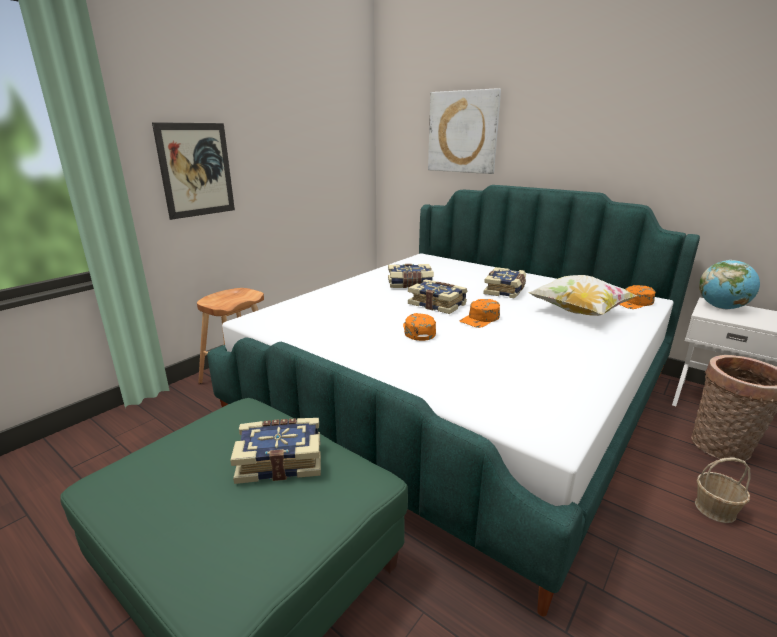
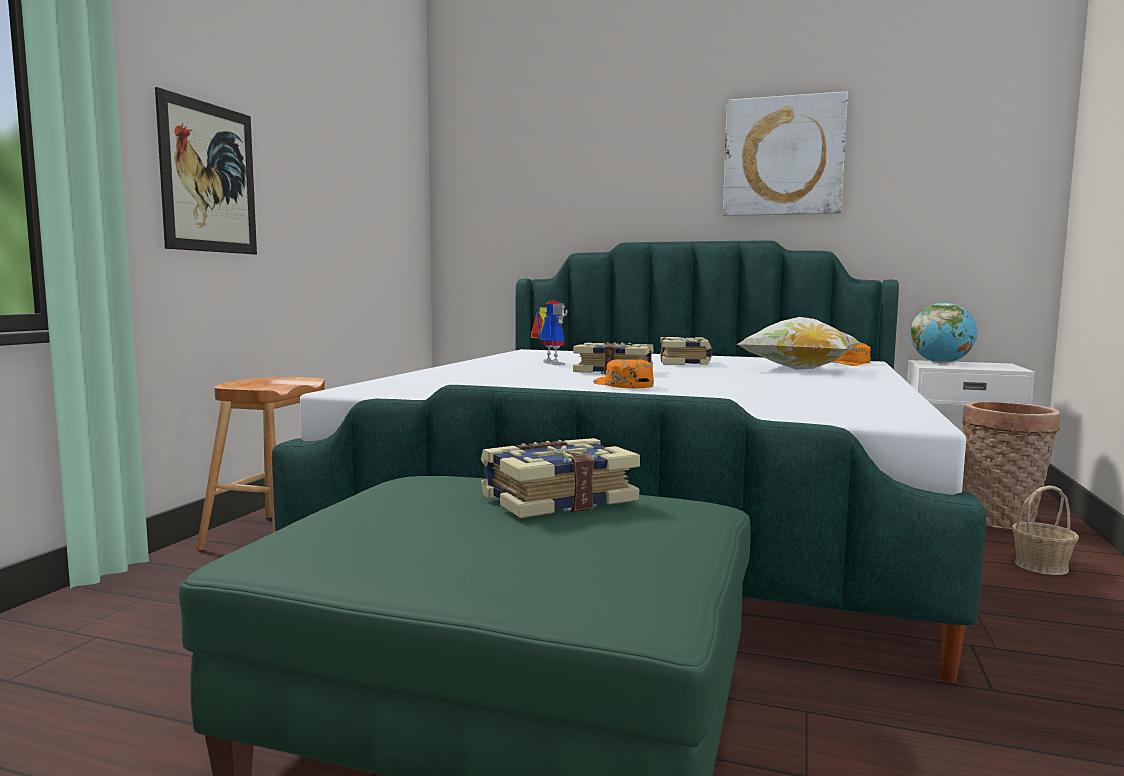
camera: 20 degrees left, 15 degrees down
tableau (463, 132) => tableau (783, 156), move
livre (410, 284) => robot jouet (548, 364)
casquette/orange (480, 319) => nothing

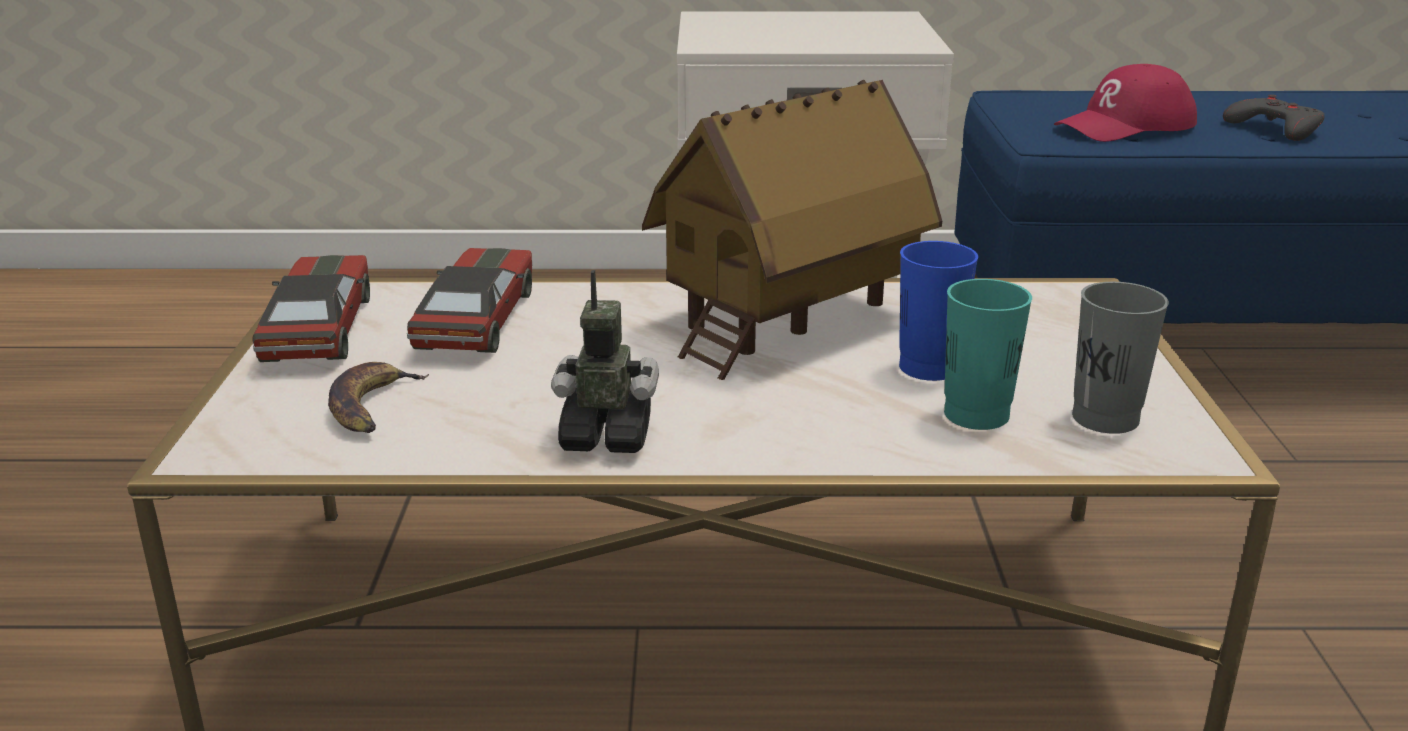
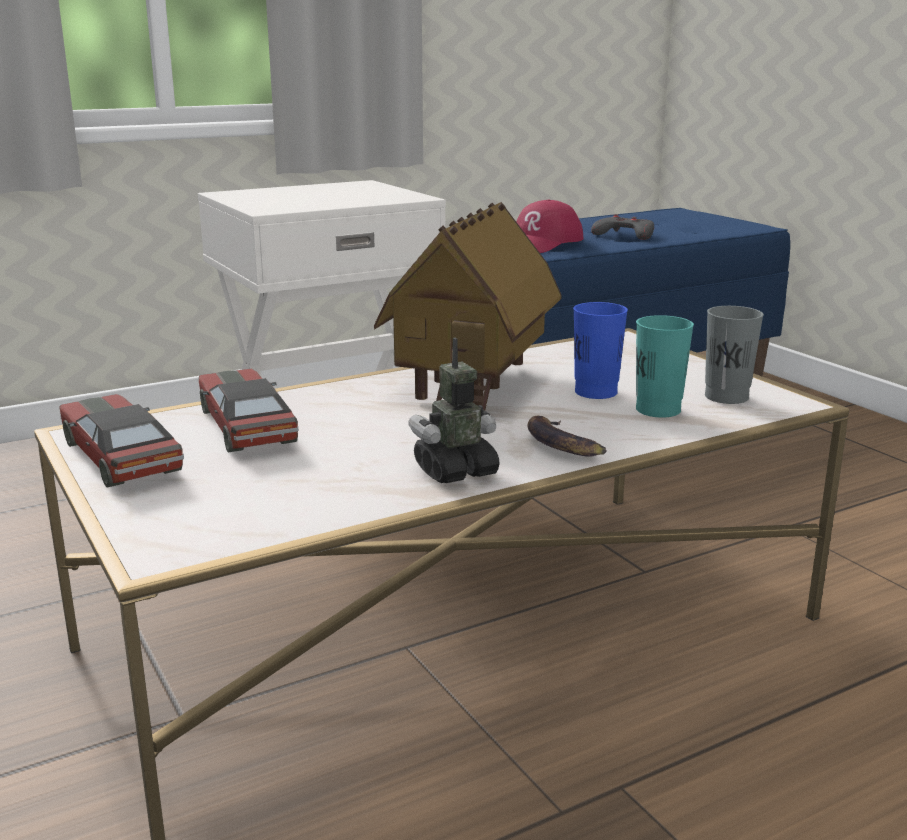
camera: 30 degrees left, 5 degrees down
banane (373, 406) => banane (563, 444), move

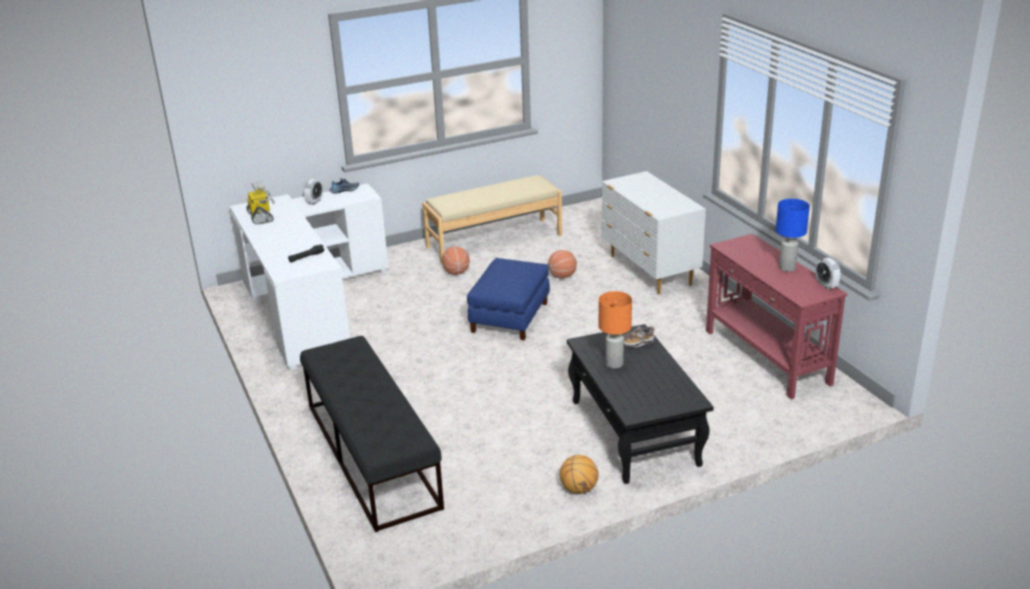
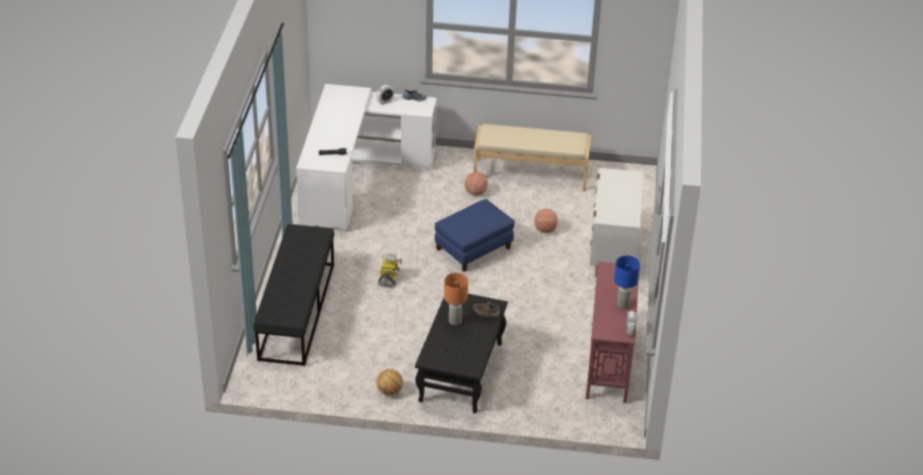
camera: 30 degrees right, 10 degrees up
robot jouet (261, 217) => robot jouet (389, 278), move

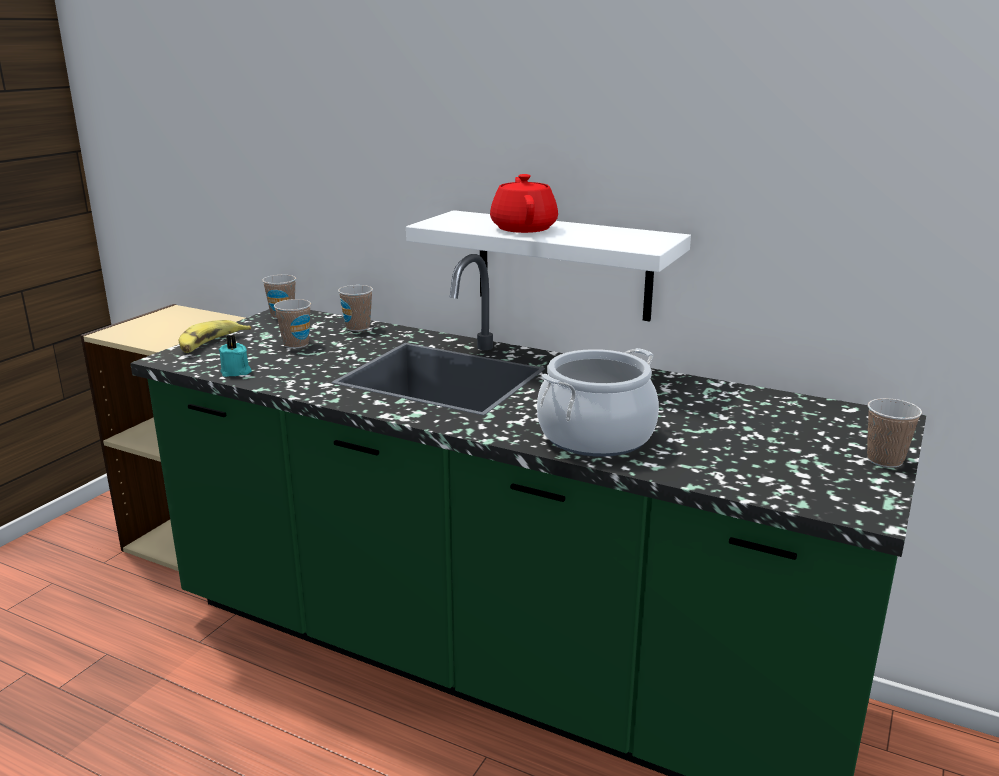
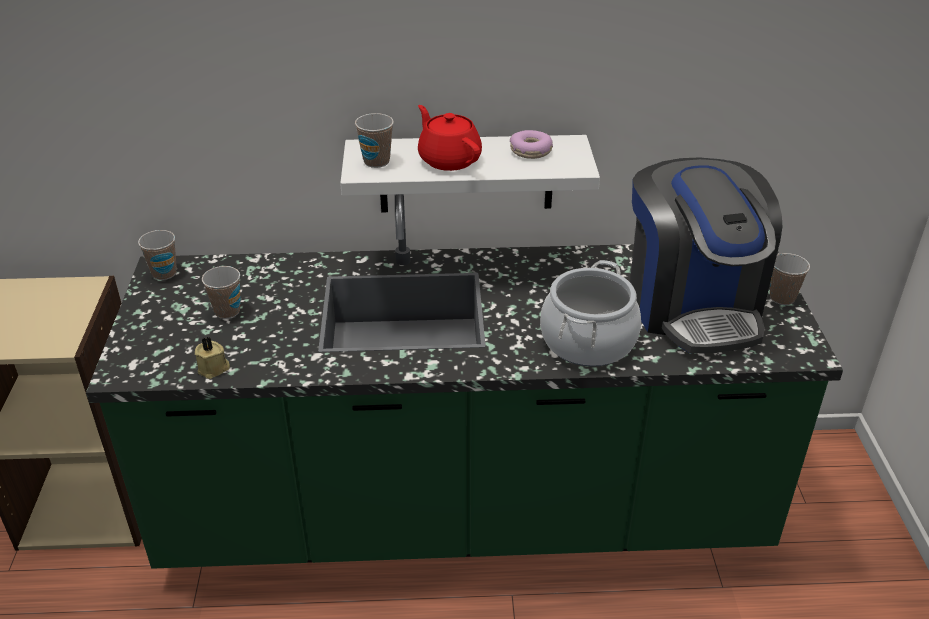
camera: 30 degrees left, 15 degrees up
tasse (358, 327) => tasse (376, 161), move
banane (211, 344) => nothing
bougie/turquoise (236, 372) => bougie/beige (214, 369)
nothing => beignet (531, 151)
nothing => machine à café (693, 305)

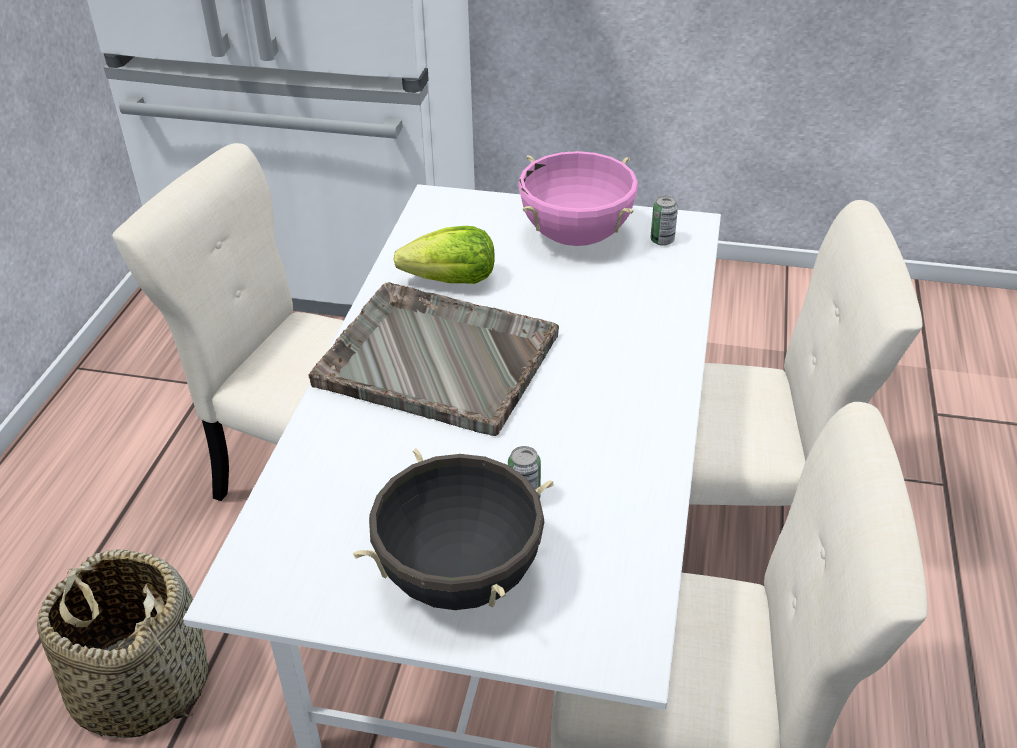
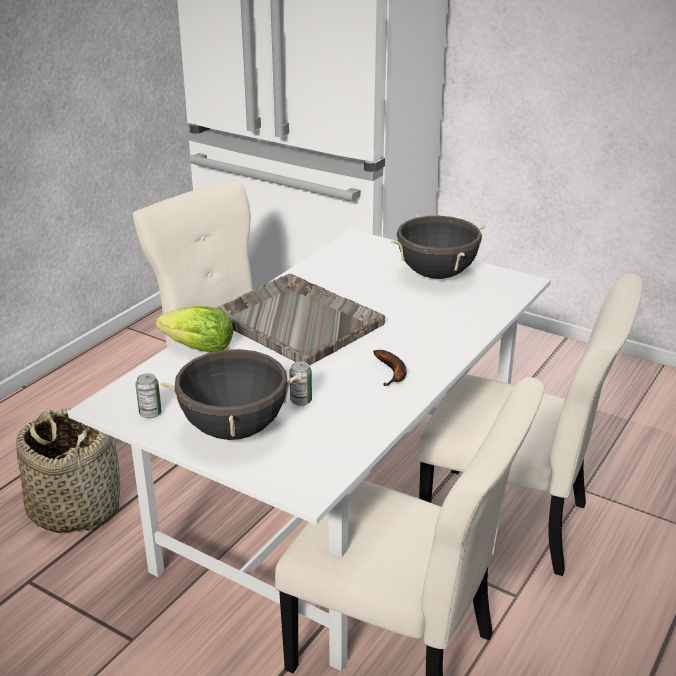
camera: 20 degrees right, 10 degrees down
marmite/rose (575, 236) => marmite/noir (436, 274)
boîte métallique (662, 240) => boîte métallique (150, 413), move
laitue (452, 281) => laitue (199, 349), move
nothing => banane (392, 372)

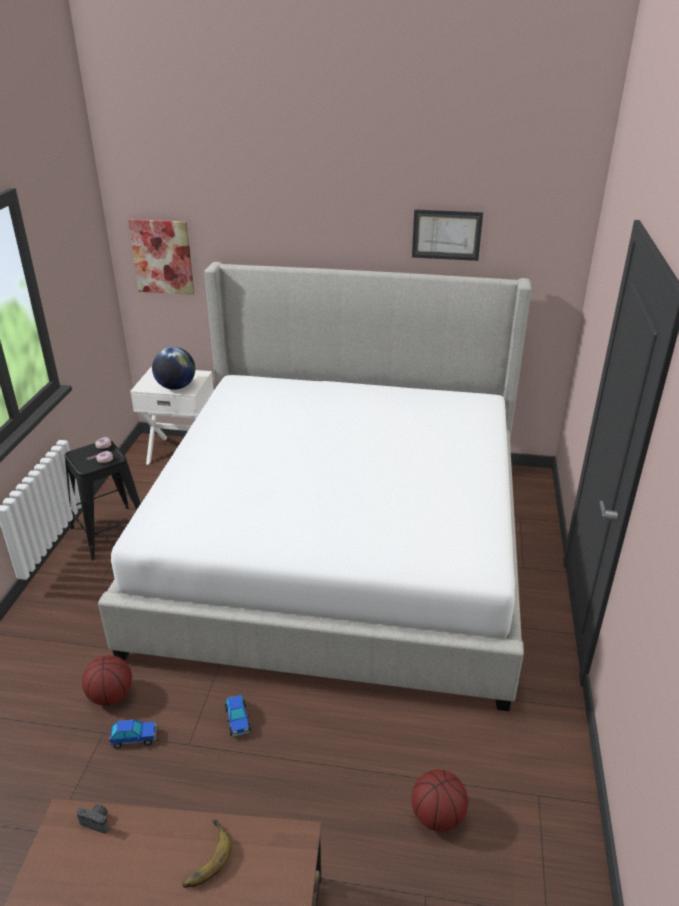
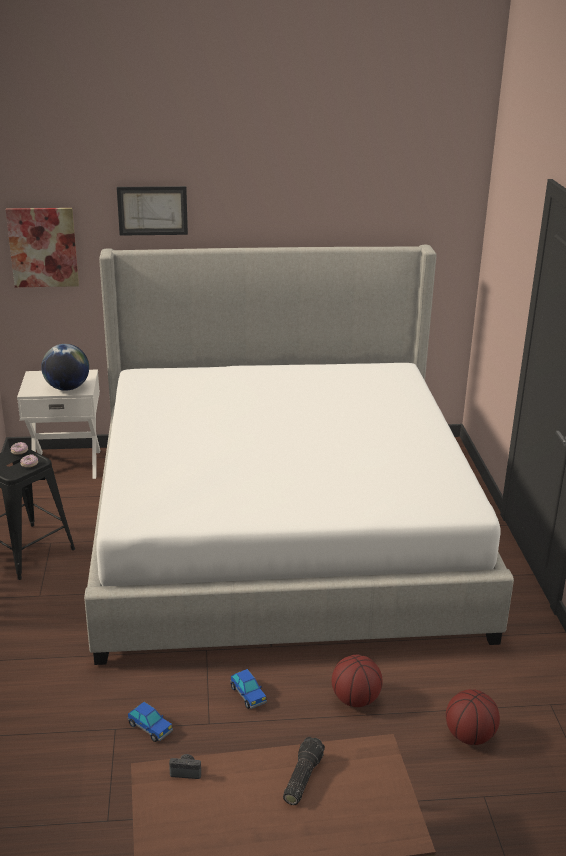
camera: 15 degrees left, 5 degrees down
tableau (446, 235) => tableau (152, 210), move
ballon de basket (111, 695) => ballon de basket (355, 699), move
petite voiture (134, 738) => petite voiture (150, 728), 60 degrees clockwise
banane (203, 857) => lampe de poche (301, 778)

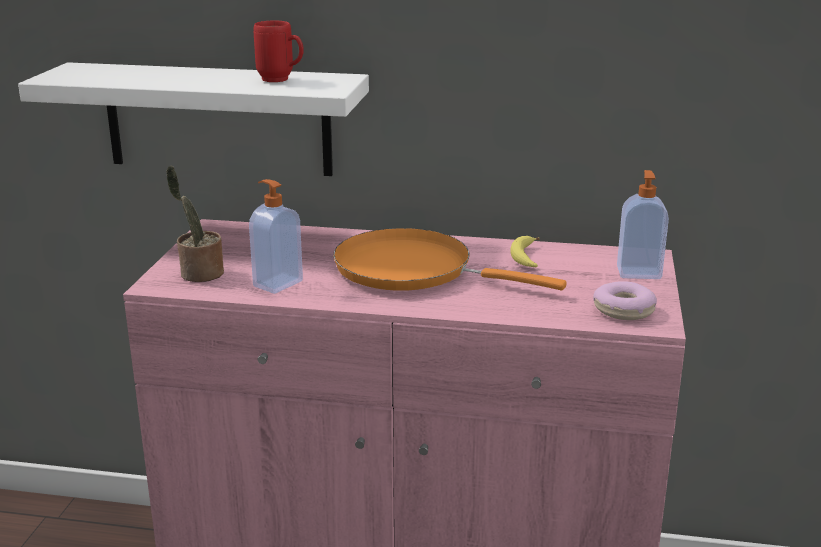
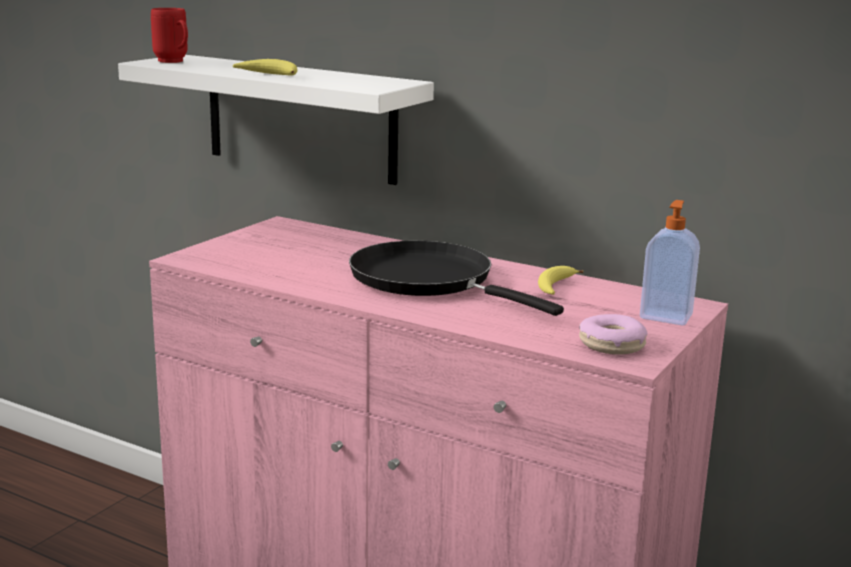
camera: 20 degrees right, 5 degrees down
mug/rouge (281, 80) => mug/rouge (174, 62), move
plante en pot (199, 274) => nothing
distributeur de savon (277, 283) => nothing
poêle/orange (413, 270) => poêle/noir (429, 280)
nothing => banane (269, 75)

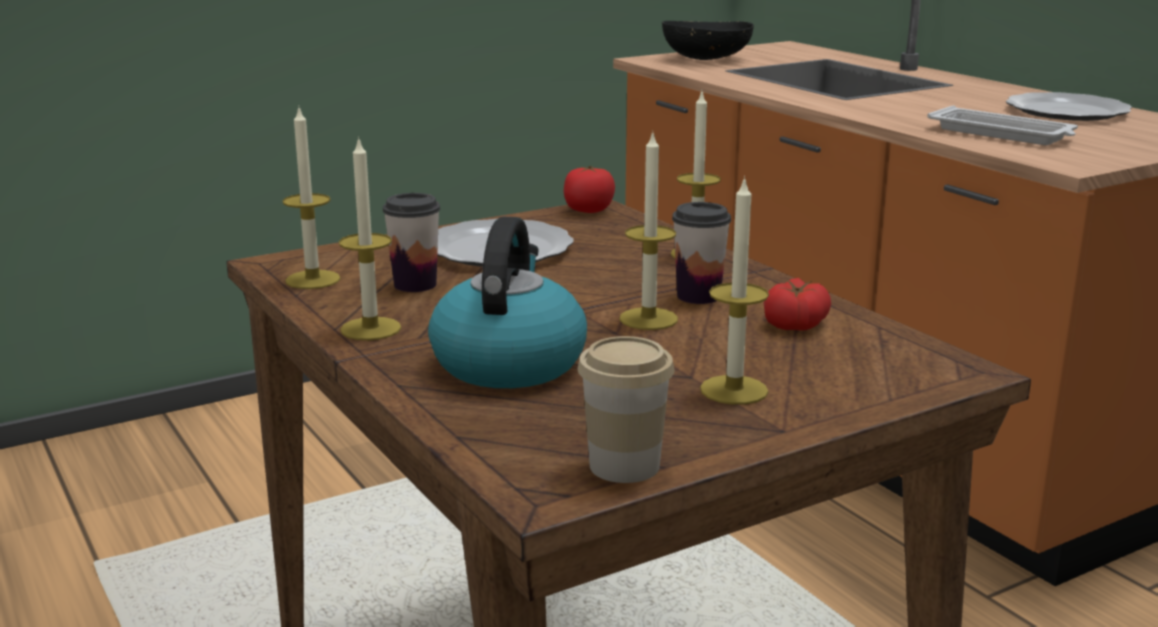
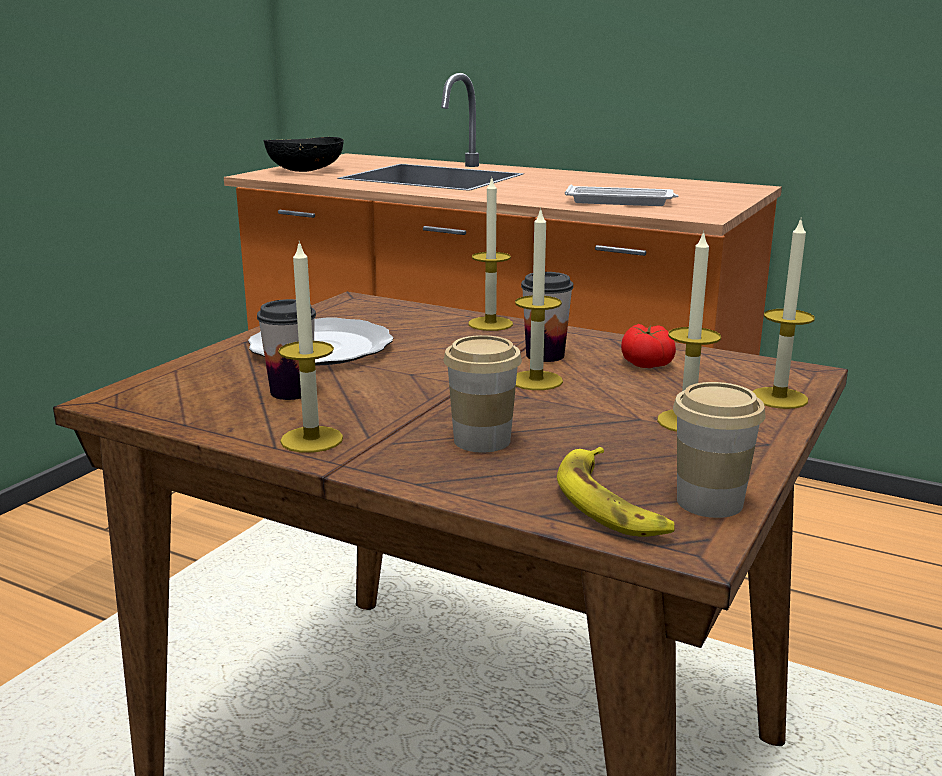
camera: 30 degrees left, 0 degrees up
assiette (1065, 111) => nothing
bougie (313, 280) => bougie (779, 398), move
tomate (588, 210) => nothing
bouilloire (508, 362) => tasse (482, 440)
nothing => banane (610, 503)

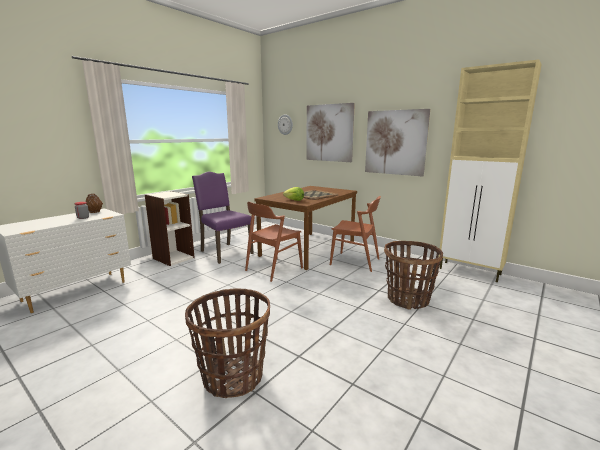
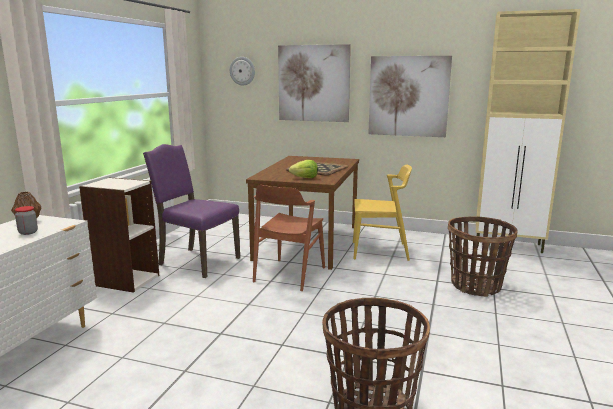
camera: 20 degrees left, 0 degrees up
chaise/marron (355, 262) => chaise/jaune (380, 251)

